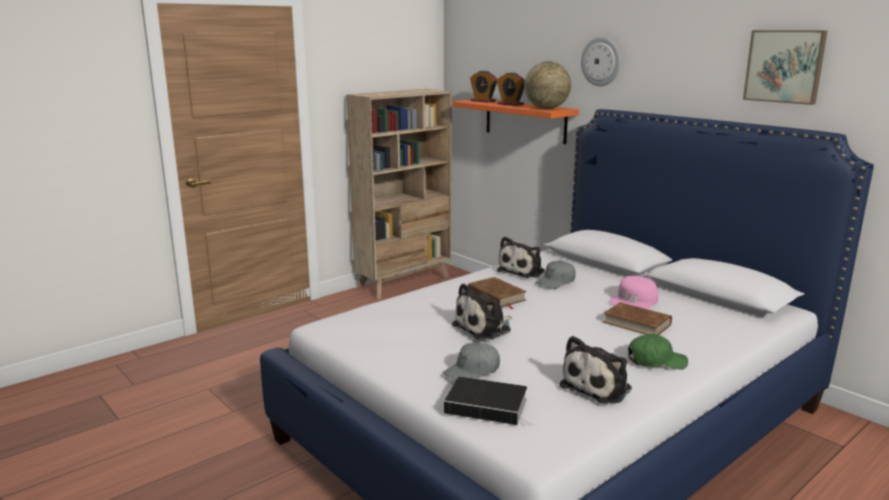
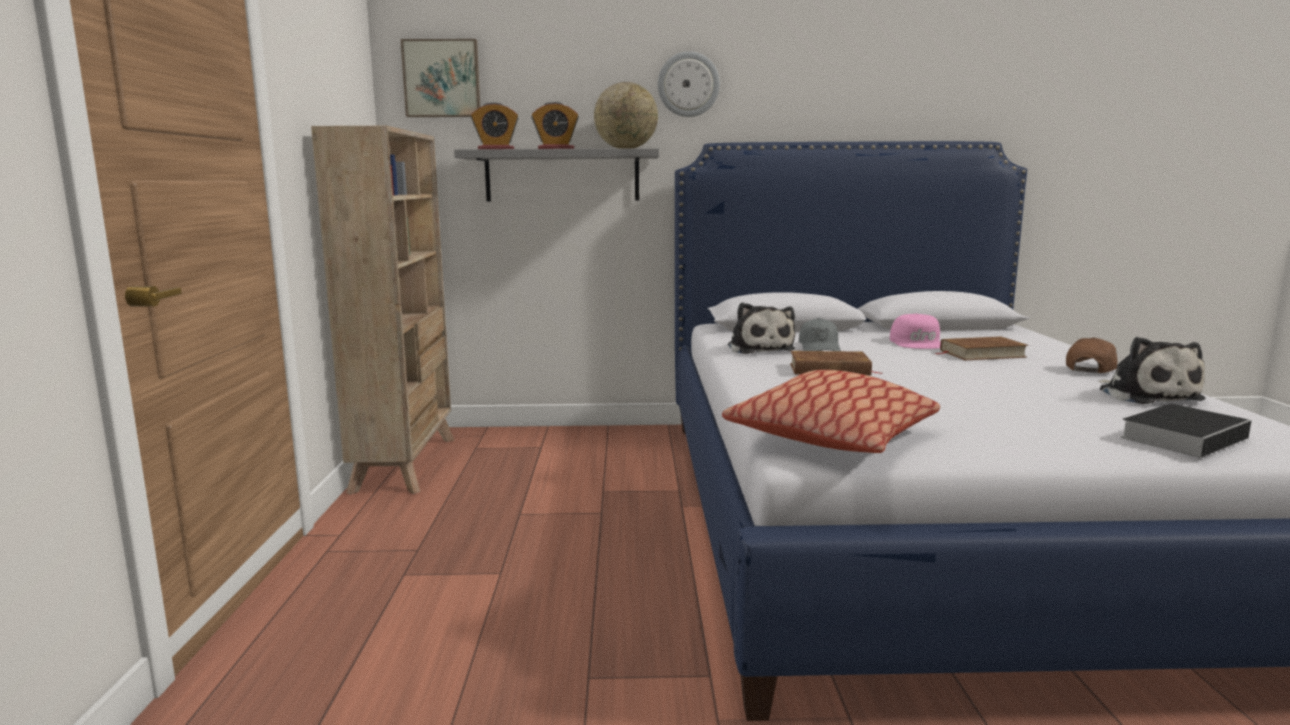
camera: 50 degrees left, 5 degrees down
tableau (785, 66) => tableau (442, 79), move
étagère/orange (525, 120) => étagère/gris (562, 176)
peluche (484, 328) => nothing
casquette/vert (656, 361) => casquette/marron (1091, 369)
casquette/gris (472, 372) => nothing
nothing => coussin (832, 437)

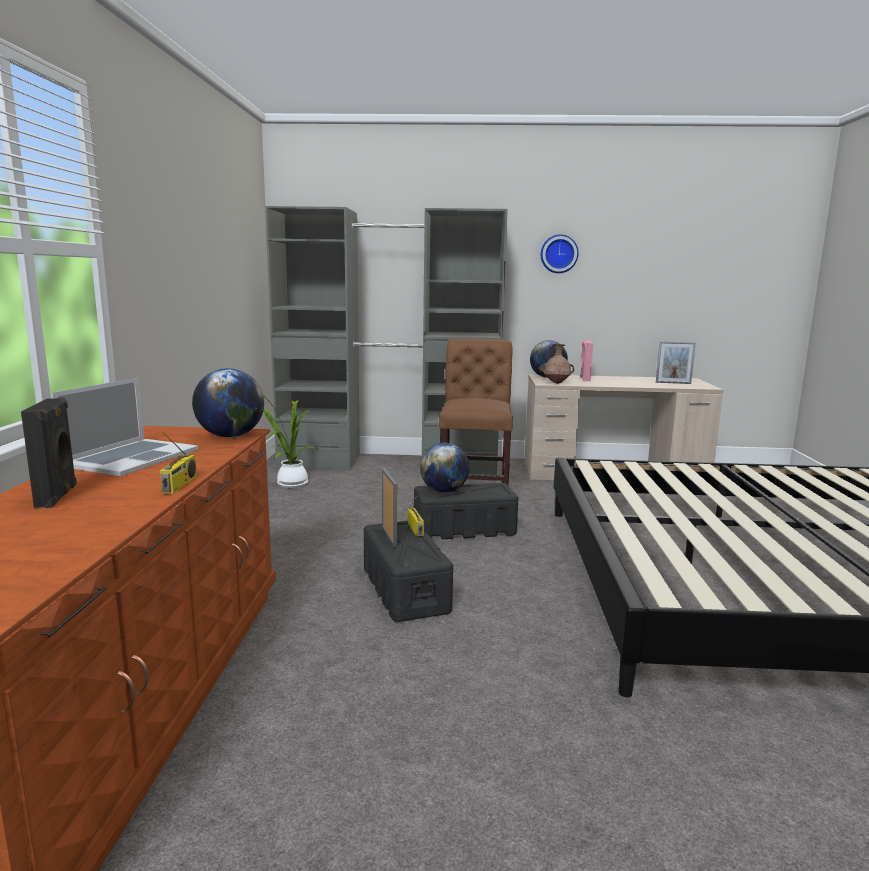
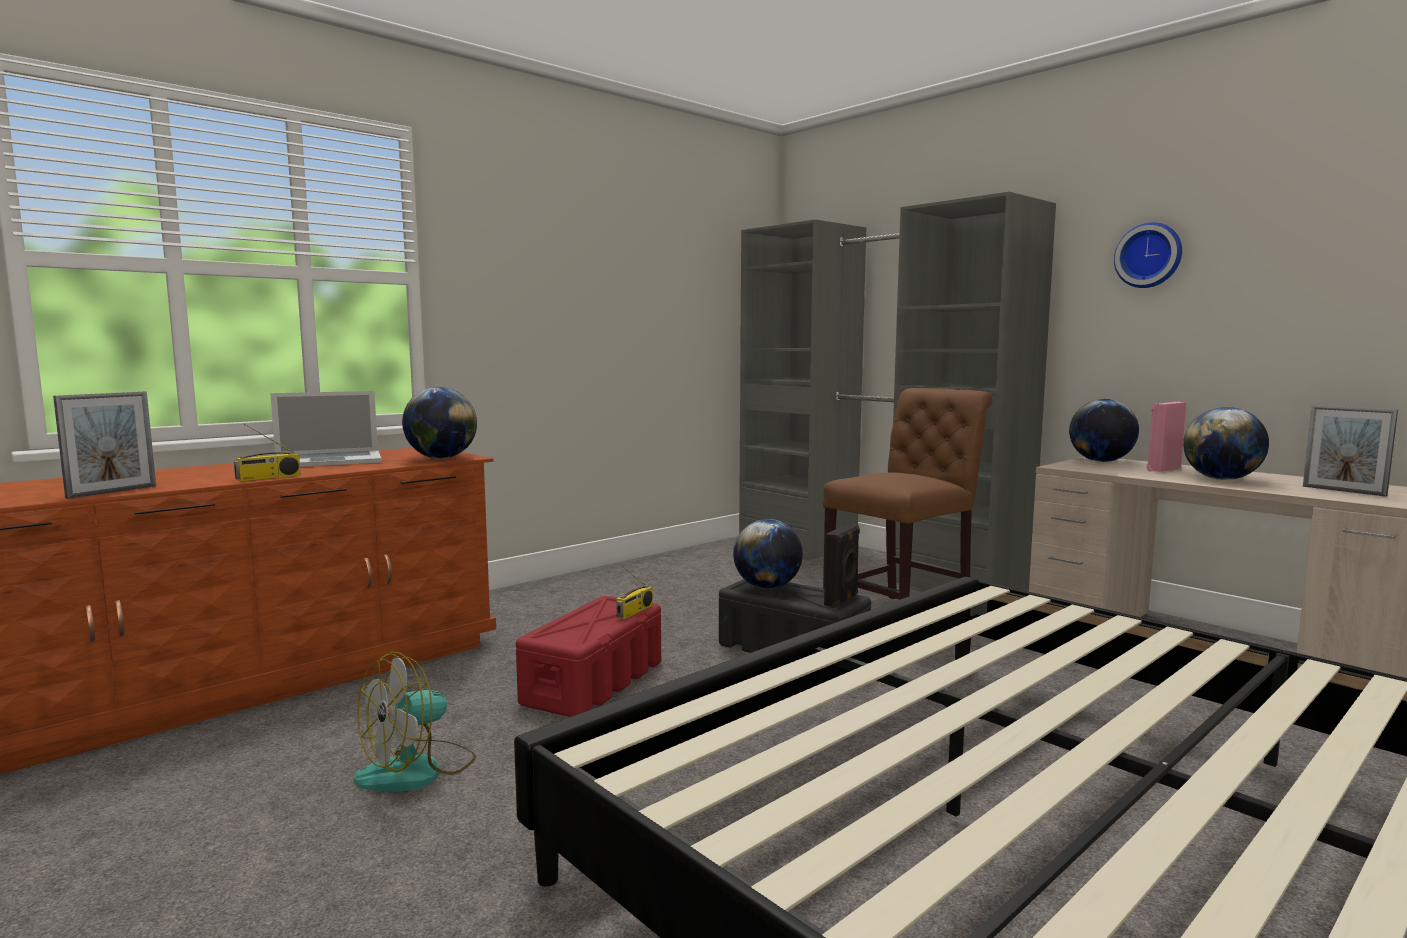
camera: 45 degrees right, 5 degrees down
vase/marron (557, 383) => nothing
enceinte/noir (58, 496) => enceinte/noir (842, 600), move
plante en pot (289, 484) => nothing
cadre photo (389, 537) => cadre photo (112, 492), move
boîte de rangement/noir (405, 589) => boîte de rangement/rouge (594, 682)
nothing => globe (1221, 479)
nothing => ventilateur (417, 770)

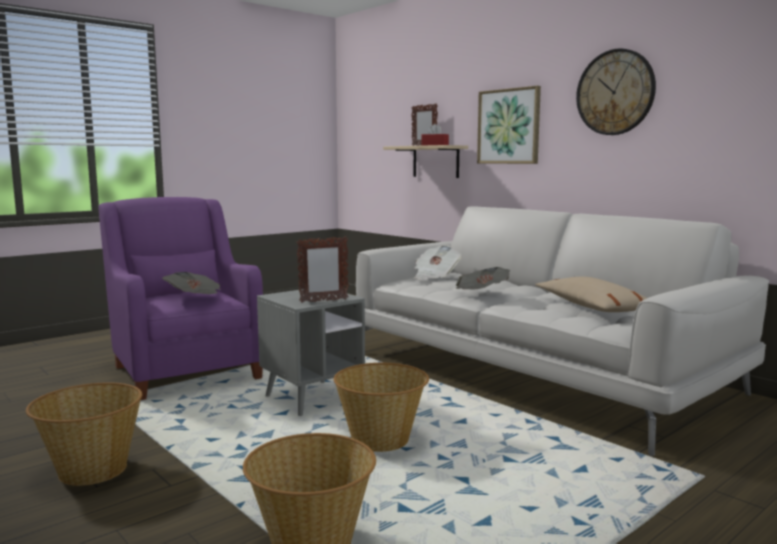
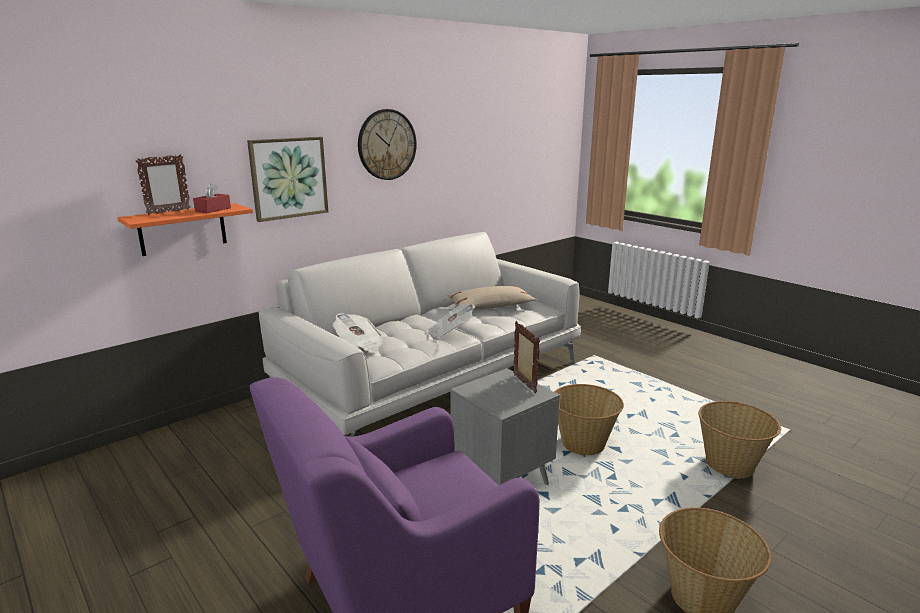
camera: 90 degrees left, 10 degrees up
étagère/beige (435, 161) => étagère/orange (183, 229)
journal (195, 299) => nothing

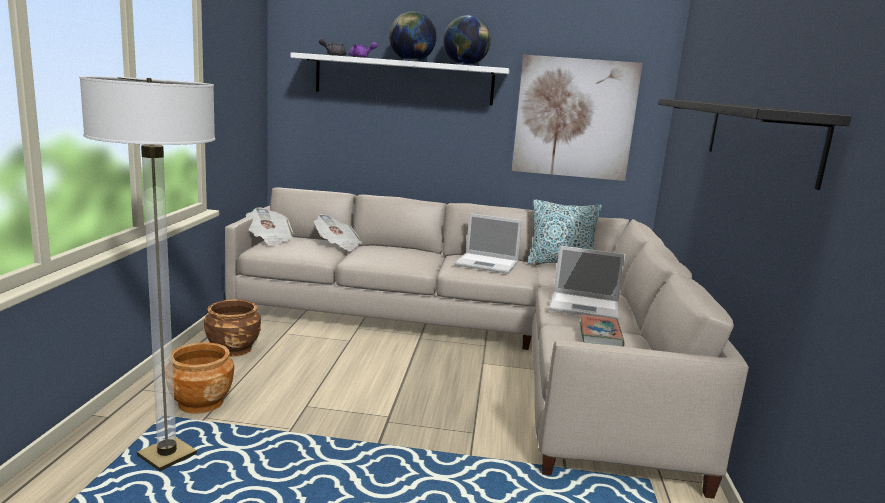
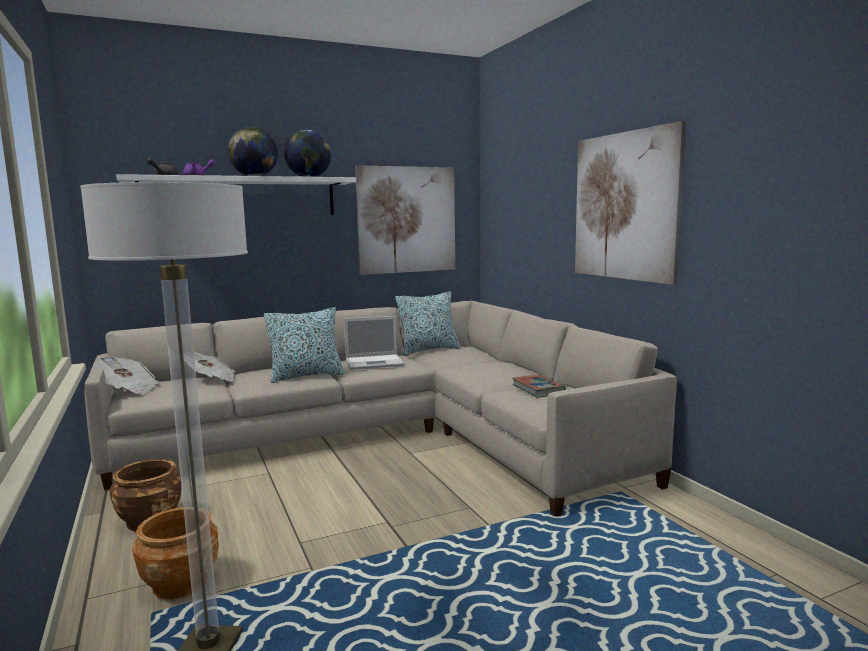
camera: 30 degrees left, 5 degrees down
étagère/noir (758, 137) => tableau (625, 206)
ordinateur portable (585, 306) => nothing
nothing => coussin (306, 376)

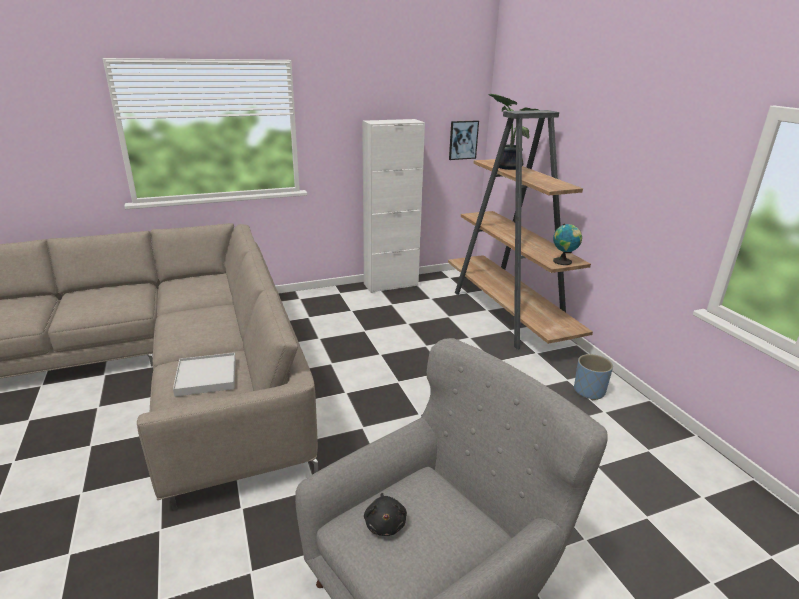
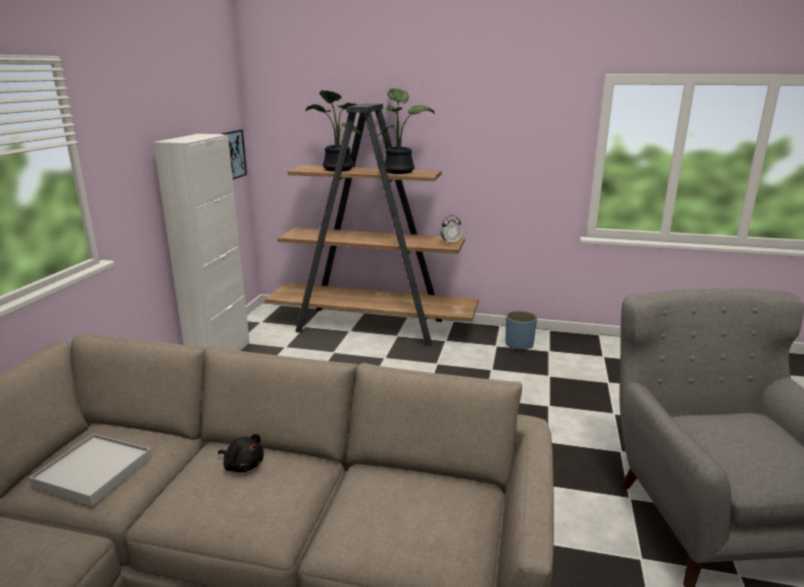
camera: 55 degrees left, 5 degrees down
globe (563, 262) => réveil (450, 242)
plateau/blanc (206, 377) => plateau/blanc (94, 472), move
peluche/noir (385, 523) => peluche/noir (243, 465), move
nothing => plante en pot (400, 171)

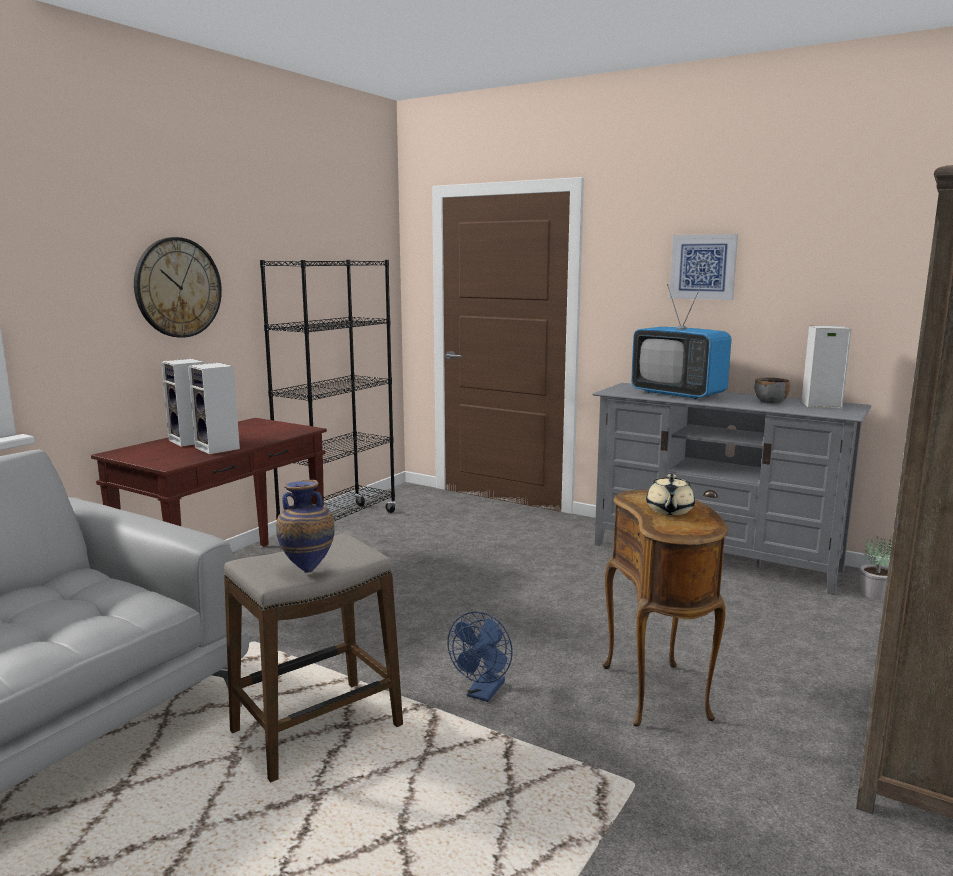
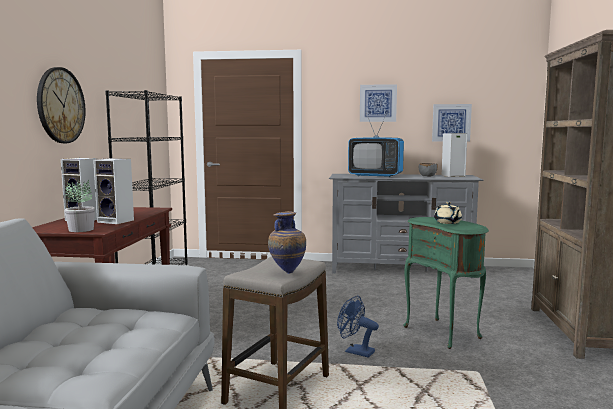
camera: 25 degrees left, 5 degrees down
table d'appoint/marron (659, 693) => table d'appoint/vert (444, 332)
plante en pot (874, 593) => plante en pot (81, 229), move
ventilateur/bleu (483, 693) => ventilateur/bleu (355, 351), 120 degrees clockwise
nothing => tableau (451, 122)

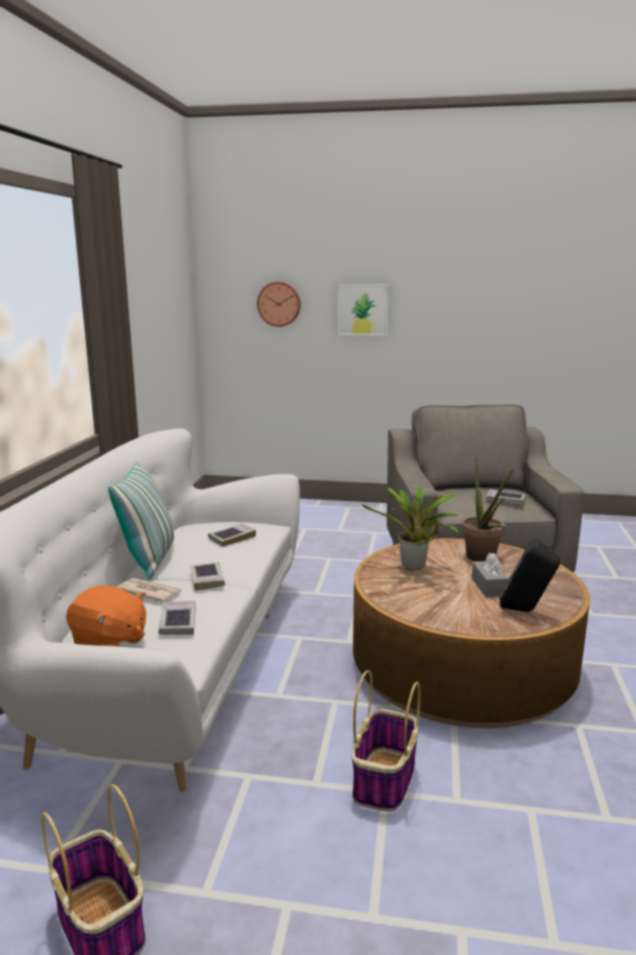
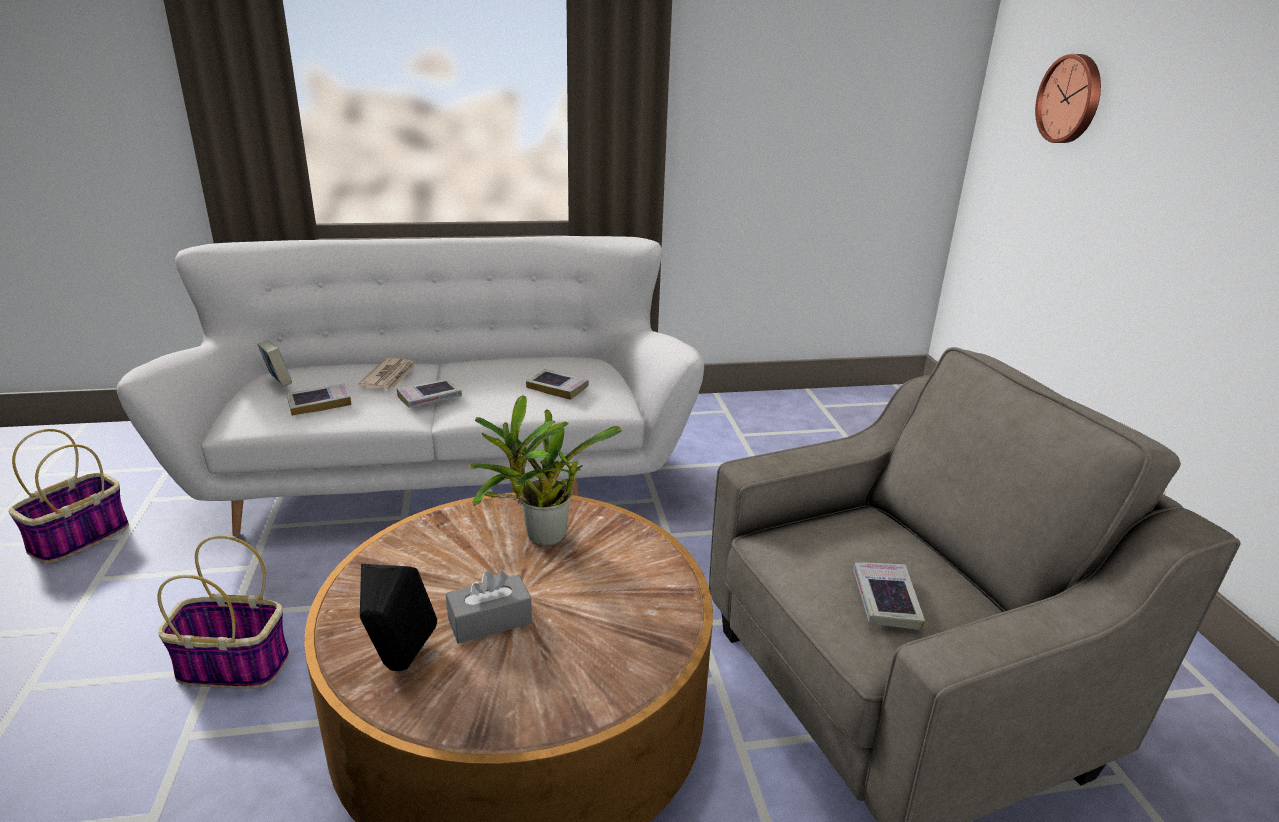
camera: 70 degrees right, 10 degrees up
tableau (363, 310) => nothing
plante en pot (483, 559) => nothing
coussin (149, 559) => nothing
peluche/orange (109, 642) => livre (278, 383)

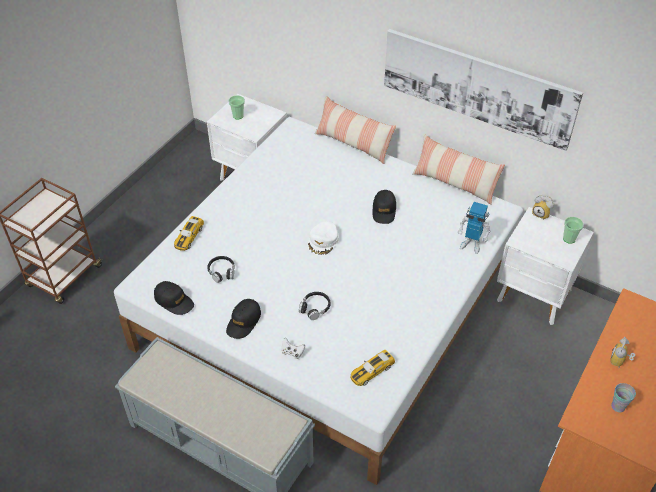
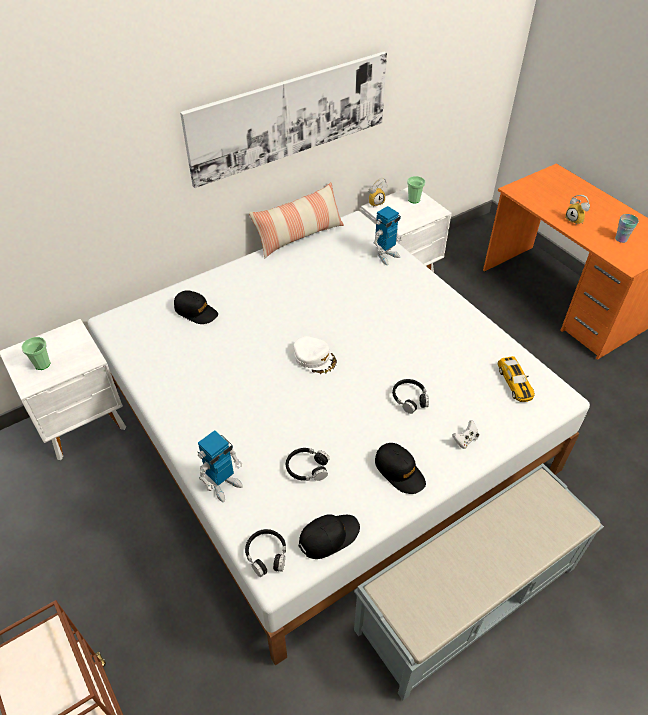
camera: 65 degrees left, 0 degrees up
coussin (353, 143) => nothing
casquette/noir (384, 210) => casquette/noir (196, 311), move
petite voiture (189, 236) => robot jouet (224, 485)
nothing => casque audio/noir (266, 555)

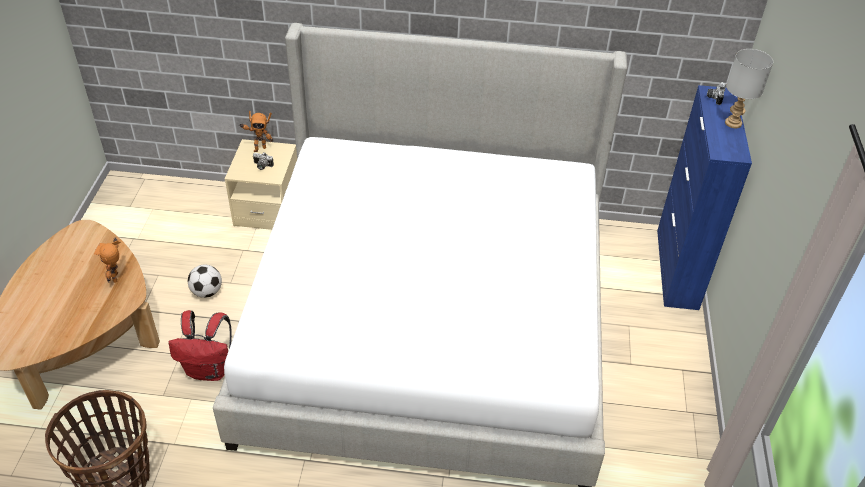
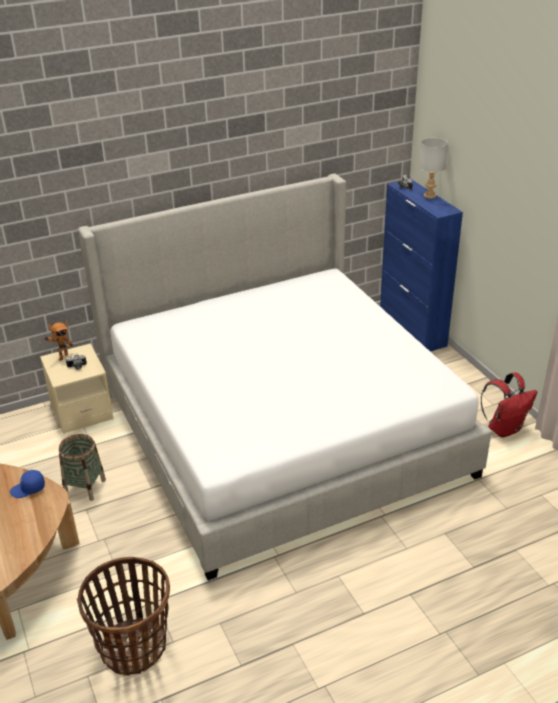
camera: 30 degrees left, 10 degrees down
robot jouet (118, 277) => casquette/bleu (28, 489)
ballon de foot (207, 292) => panier (85, 487)
sac à dos/rouge (209, 370) => sac à dos/rouge (504, 428), move

